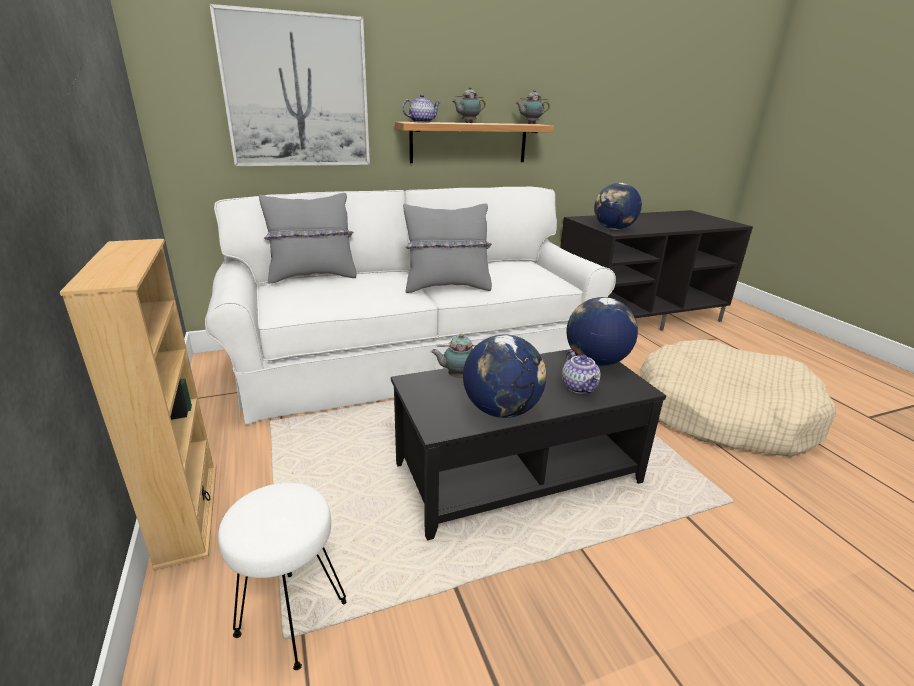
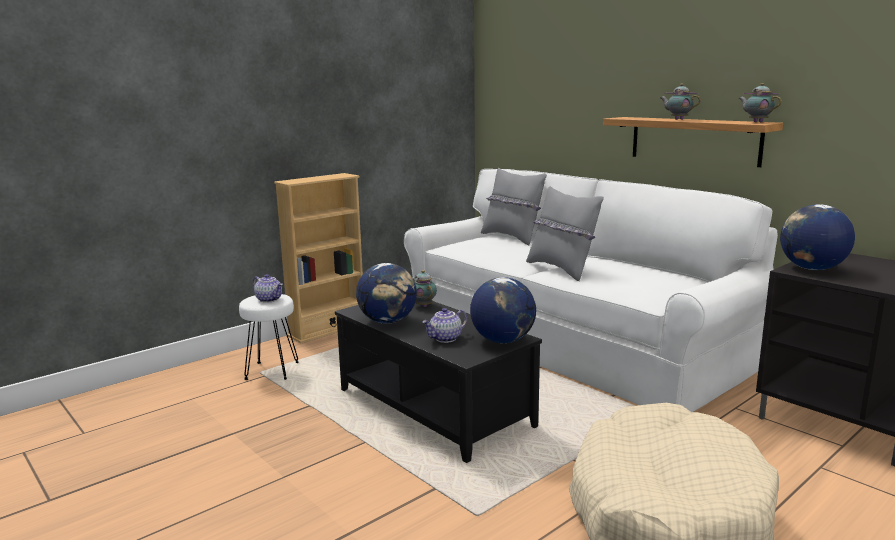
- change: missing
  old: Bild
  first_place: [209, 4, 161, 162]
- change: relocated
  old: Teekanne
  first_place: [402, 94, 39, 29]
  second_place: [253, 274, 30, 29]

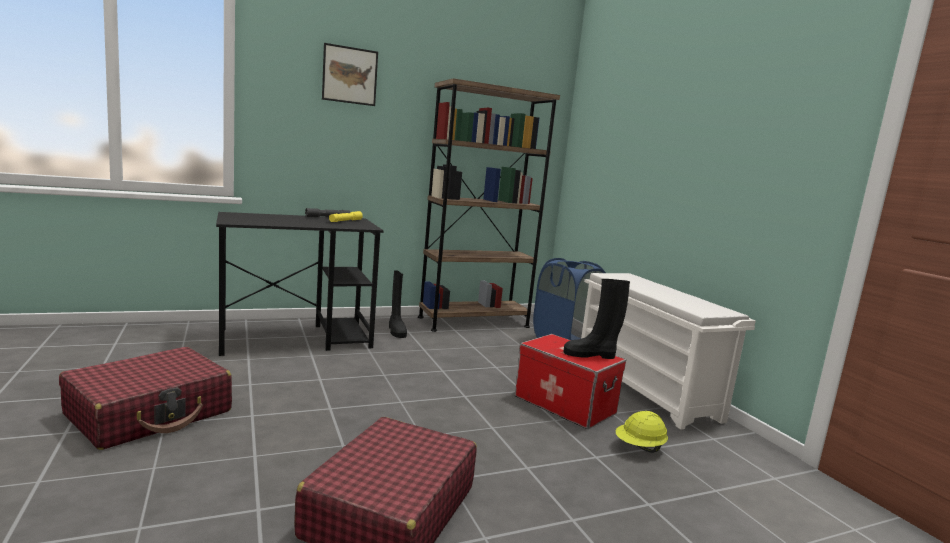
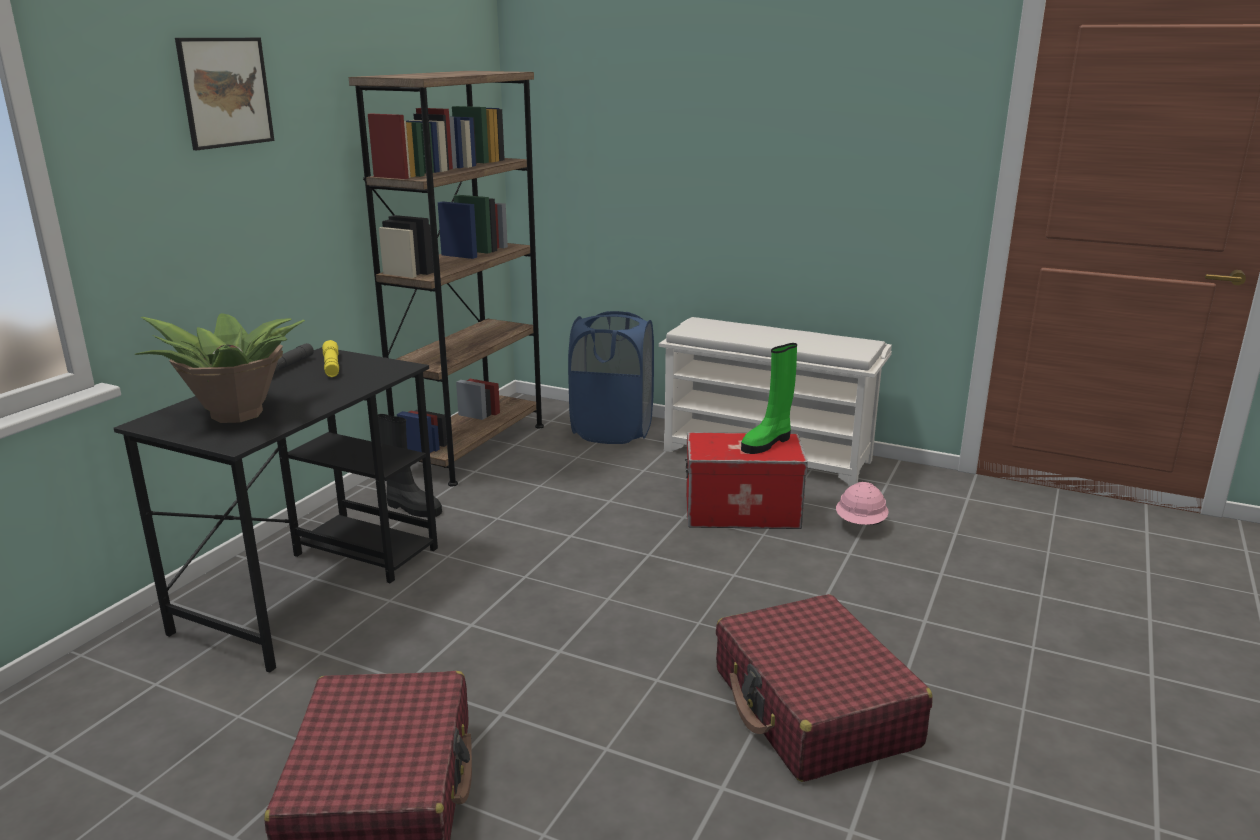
- change: colour
  old: Stiefel (schwarz)
  new: Stiefel (grün)
  first_place: [563, 279, 67, 80]
  second_place: [741, 343, 56, 111]
- change: colour
  old: Schutzhelm (gelb)
  new: Schutzhelm (rosa)
  first_place: [616, 411, 52, 42]
  second_place: [836, 482, 53, 43]
- change: appeared
  new: Topfpflanze
  second_place: [135, 313, 170, 110]

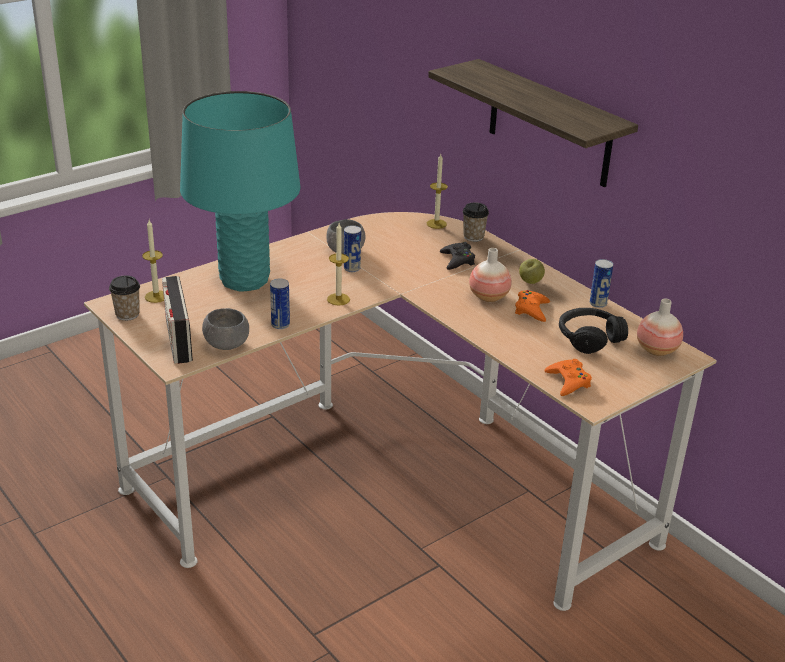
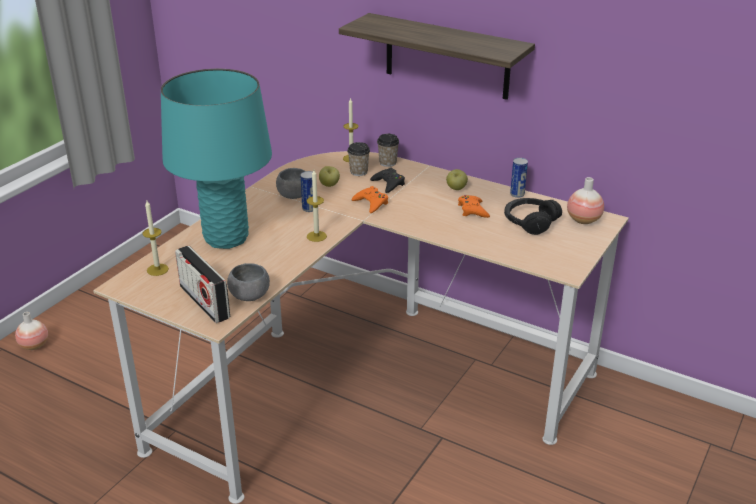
- change: relocated
  old: Vase
  first_place: [469, 248, 43, 54]
  second_place: [15, 312, 33, 38]
- change: relocated
  old: Tasse
  first_place: [109, 276, 31, 45]
  second_place: [347, 142, 23, 34]
- change: missing
  old: Dose
  first_place: [270, 279, 20, 50]
- change: relocated
  old: Gamepad (orange)
  first_place: [544, 359, 48, 37]
  second_place: [352, 186, 36, 27]
- change: appeared
  new: Apfel
  second_place: [319, 166, 21, 21]

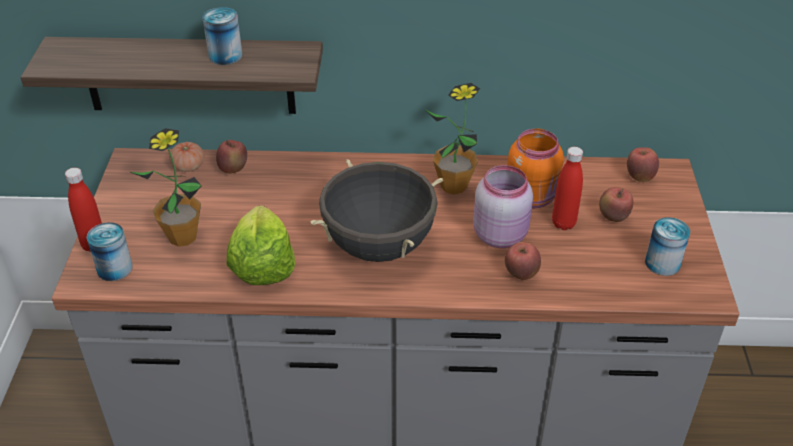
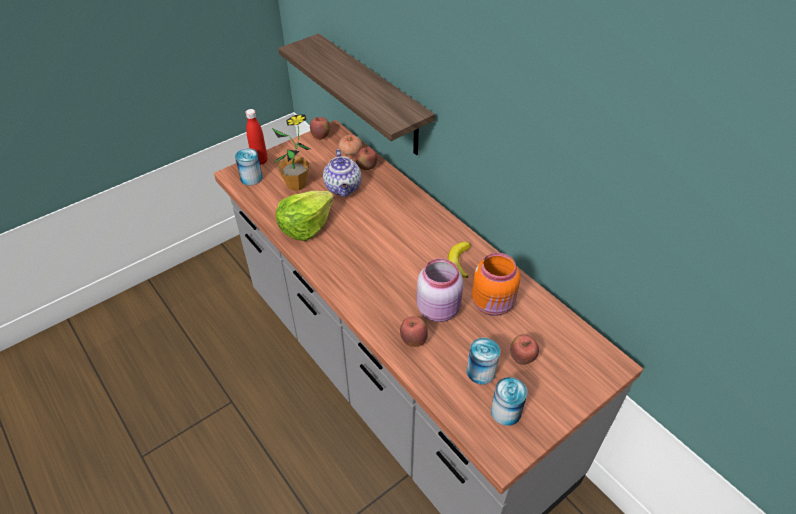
- change: relocated
  old: Dose
  first_place: [202, 7, 40, 58]
  second_place: [467, 338, 33, 47]
- change: exchanged
  old: Topfpflanze
  new: Banane
  first_place: [426, 83, 54, 112]
  second_place: [448, 242, 23, 36]
- change: missing
  old: Flasche (rot)
  first_place: [552, 147, 31, 83]
- change: relocated
  old: Apfel
  first_place: [627, 147, 32, 35]
  second_place: [310, 117, 20, 23]
- change: missing
  old: Kochtopf (schwarz)
  first_place: [310, 159, 133, 103]
- change: appeared
  new: Teekanne
  second_place: [323, 149, 38, 48]

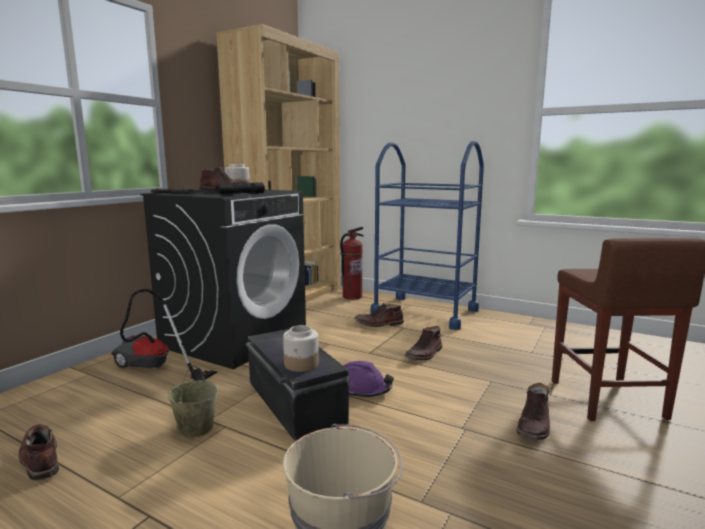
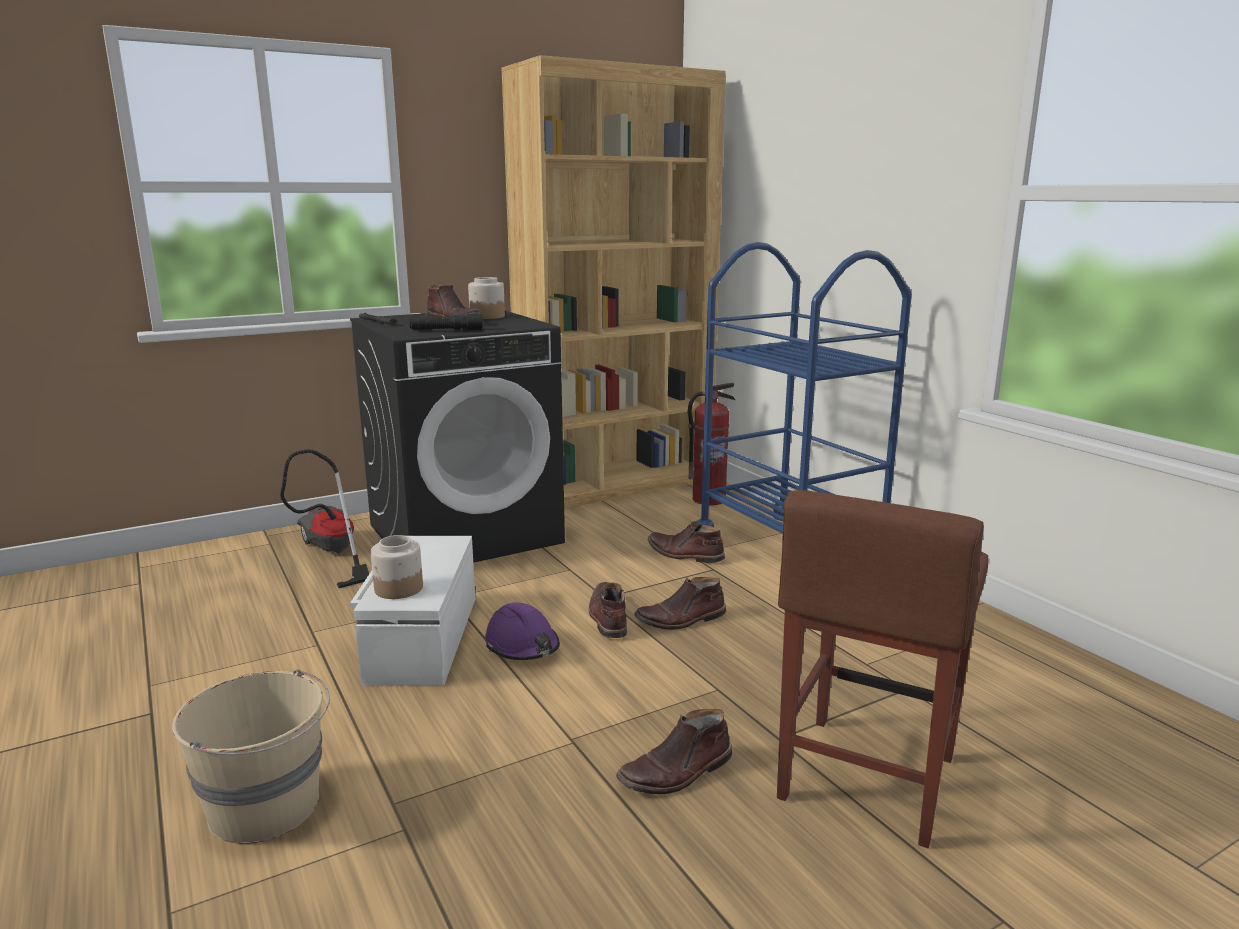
- change: colour
  old: Aufbewahrungsbox (schwarz)
  new: Aufbewahrungsbox (weiß)
  first_place: [246, 329, 103, 112]
  second_place: [350, 536, 125, 150]
- change: missing
  old: Eimer (beige)
  first_place: [168, 365, 50, 73]
- change: relocated
  old: Stiefel (braun)
  first_place: [19, 424, 40, 57]
  second_place: [589, 582, 38, 56]

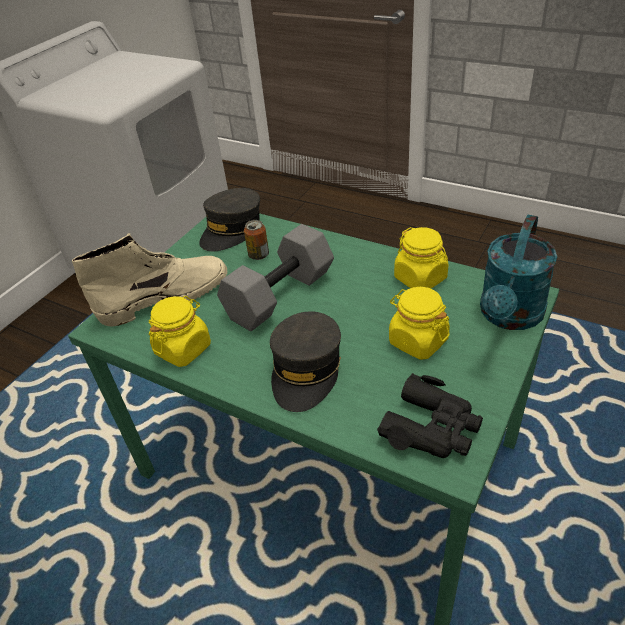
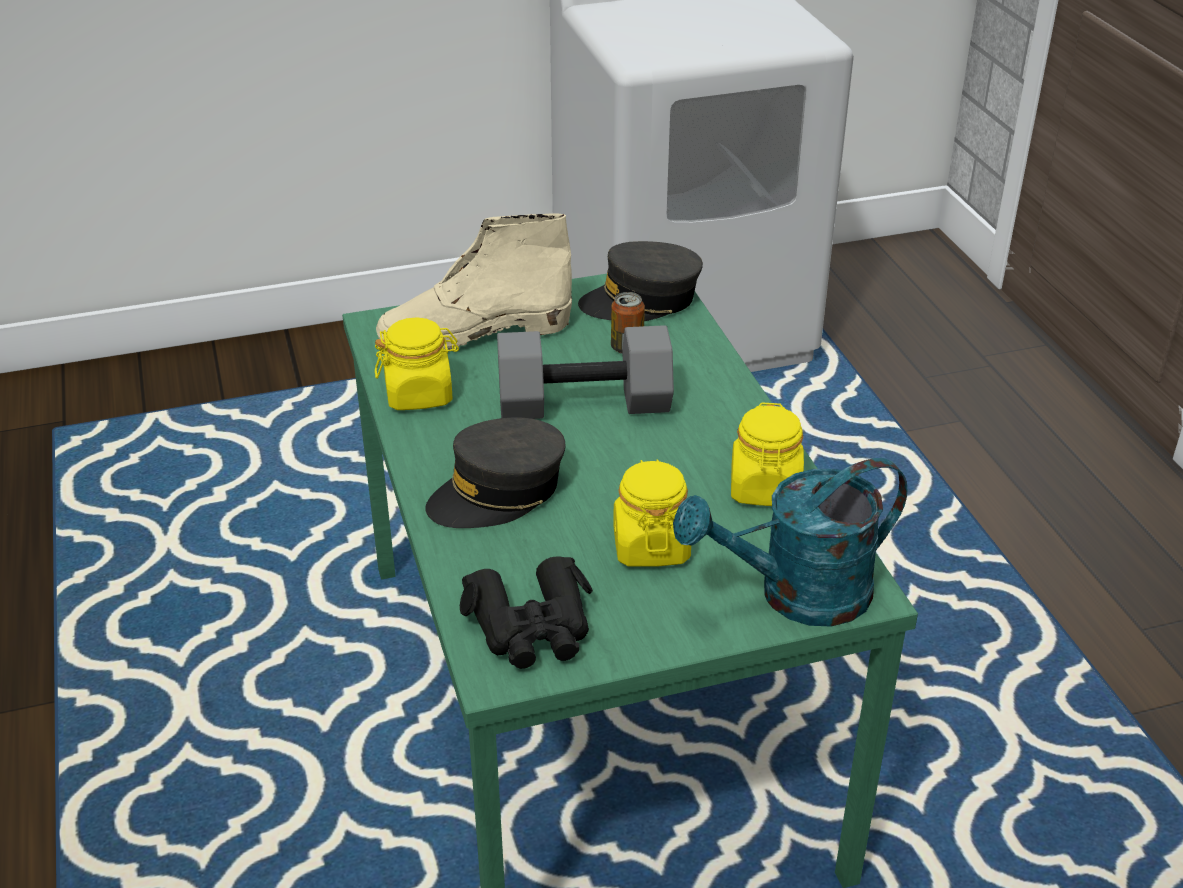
- change: spun
  old: Stiefel (beige)
  first_place: [72, 233, 156, 94]
  second_place: [376, 214, 196, 136]
  degrees: 150

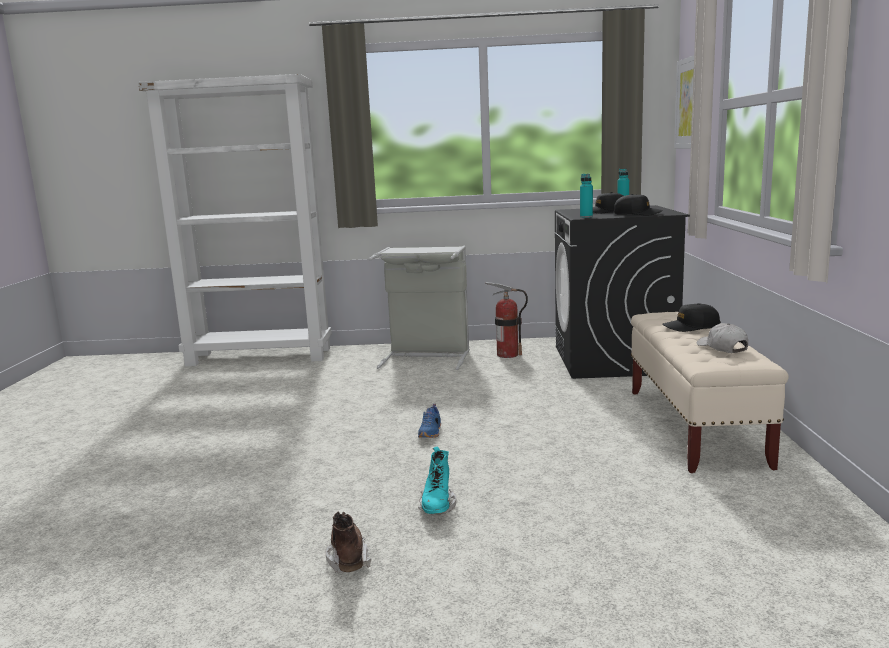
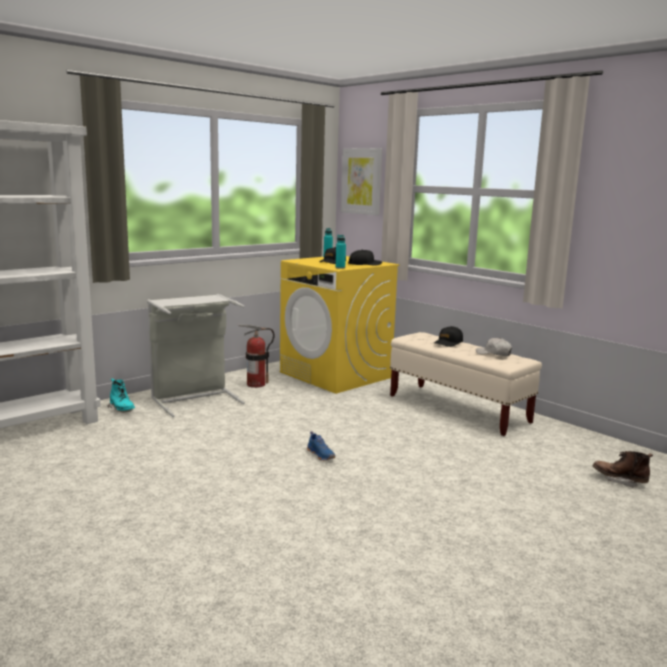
- change: colour
  old: Waschmaschine (schwarz)
  new: Waschmaschine (gelb)
  first_place: [555, 205, 135, 174]
  second_place: [280, 256, 120, 138]
- change: relocated
  old: Stiefel (türkis)
  first_place: [418, 447, 39, 67]
  second_place: [108, 379, 27, 34]
- change: relocated
  old: Stiefel (braun)
  first_place: [325, 511, 46, 62]
  second_place: [593, 451, 60, 37]

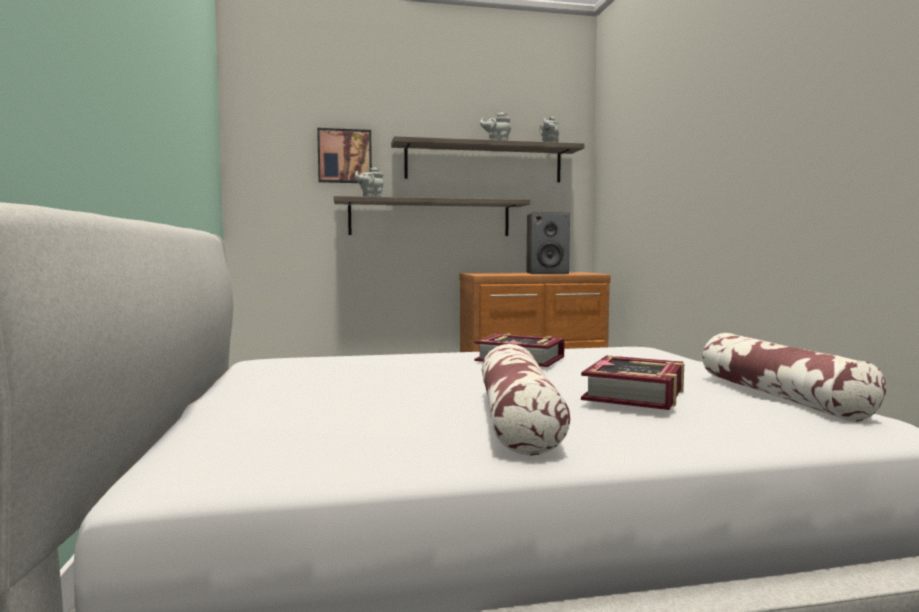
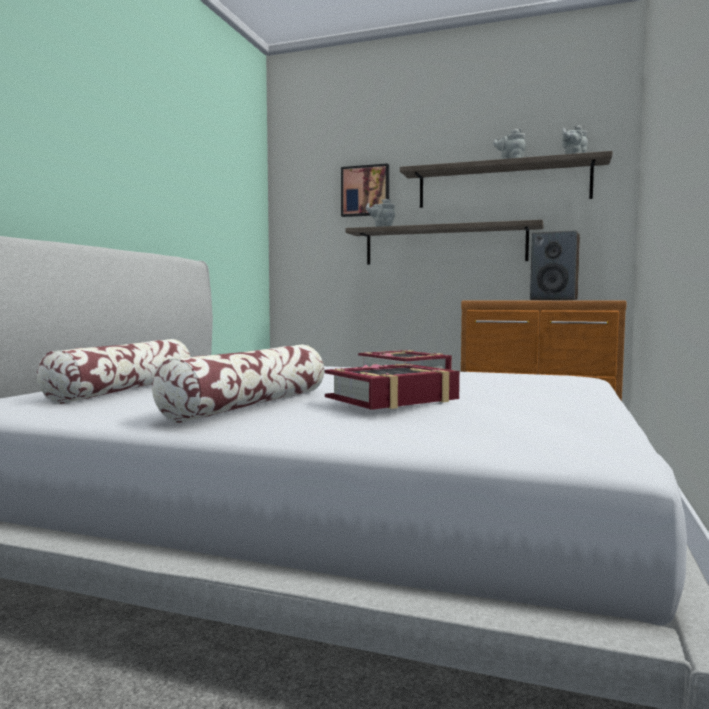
- change: relocated
  old: Kissen
  first_place: [702, 333, 184, 89]
  second_place: [37, 339, 153, 65]

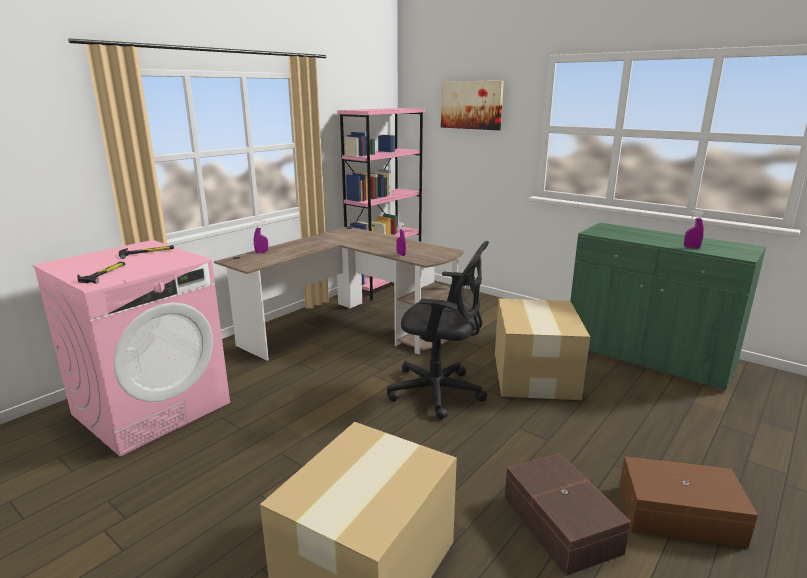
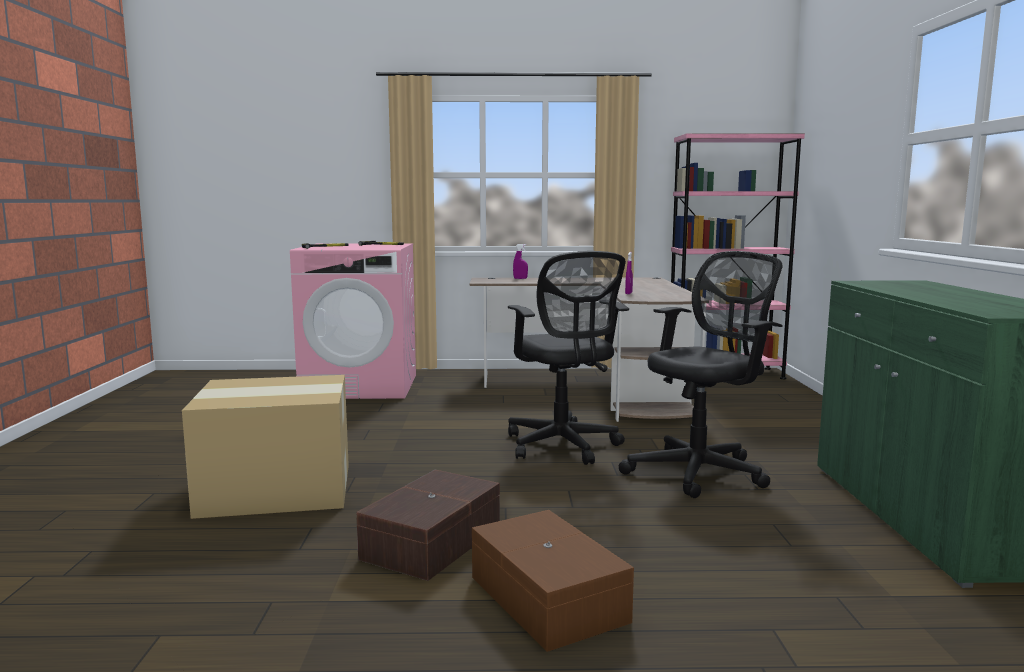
- change: missing
  old: Bild
  first_place: [441, 81, 63, 49]
- change: missing
  old: Sprühflasche (lila)
  first_place: [684, 210, 20, 38]
- change: exchanged
  old: Karton
  new: Bürostuhl (schwarz)
  first_place: [495, 299, 95, 101]
  second_place: [618, 251, 165, 247]

